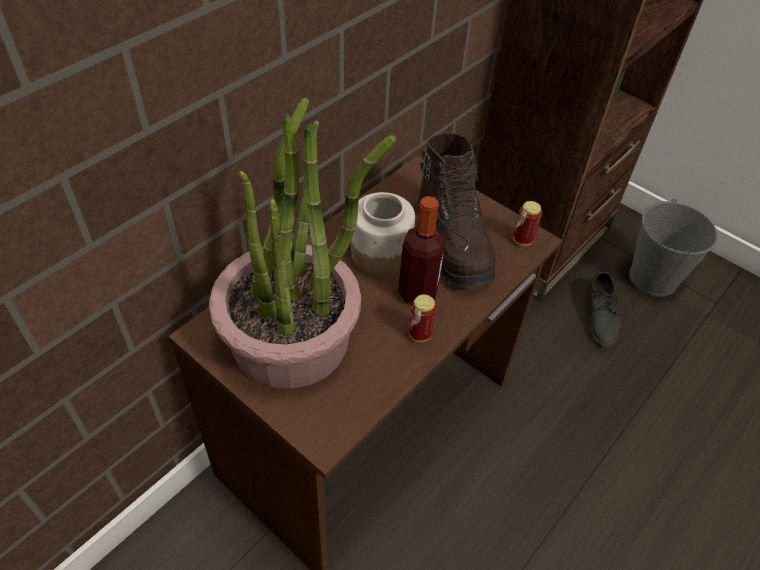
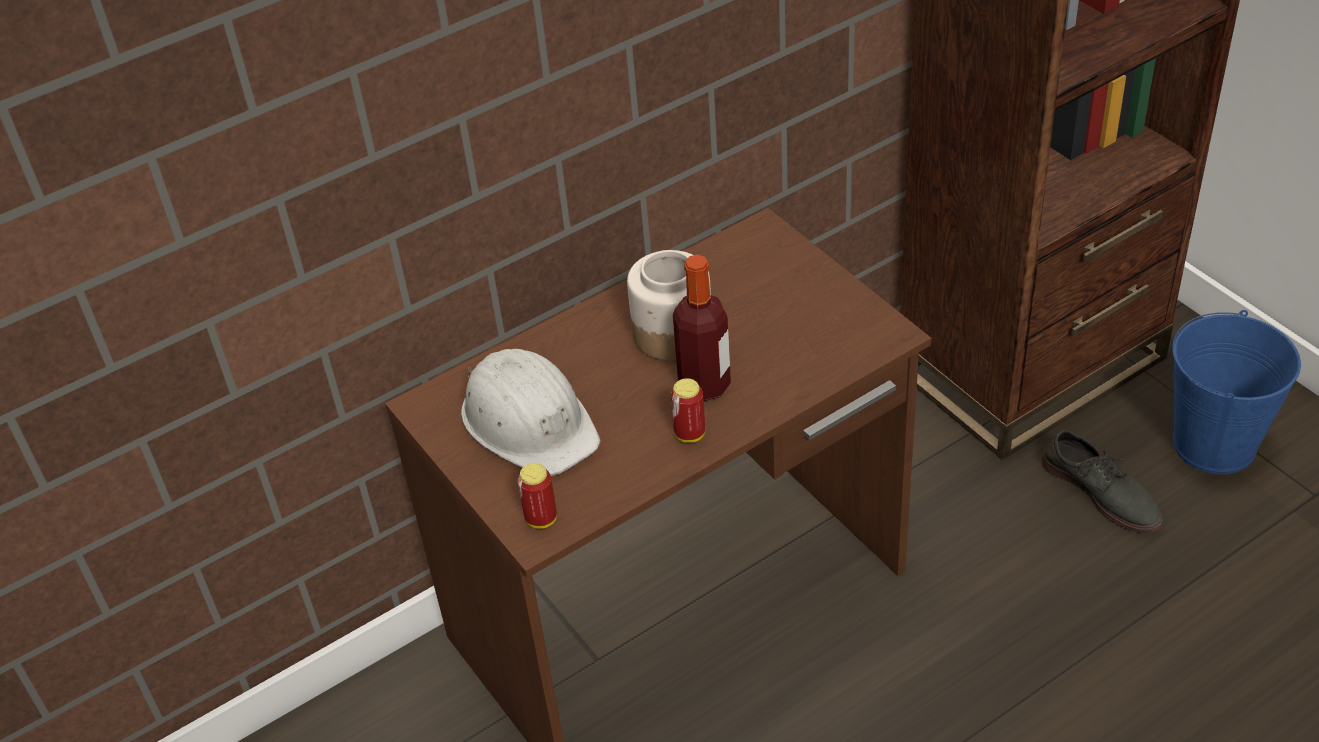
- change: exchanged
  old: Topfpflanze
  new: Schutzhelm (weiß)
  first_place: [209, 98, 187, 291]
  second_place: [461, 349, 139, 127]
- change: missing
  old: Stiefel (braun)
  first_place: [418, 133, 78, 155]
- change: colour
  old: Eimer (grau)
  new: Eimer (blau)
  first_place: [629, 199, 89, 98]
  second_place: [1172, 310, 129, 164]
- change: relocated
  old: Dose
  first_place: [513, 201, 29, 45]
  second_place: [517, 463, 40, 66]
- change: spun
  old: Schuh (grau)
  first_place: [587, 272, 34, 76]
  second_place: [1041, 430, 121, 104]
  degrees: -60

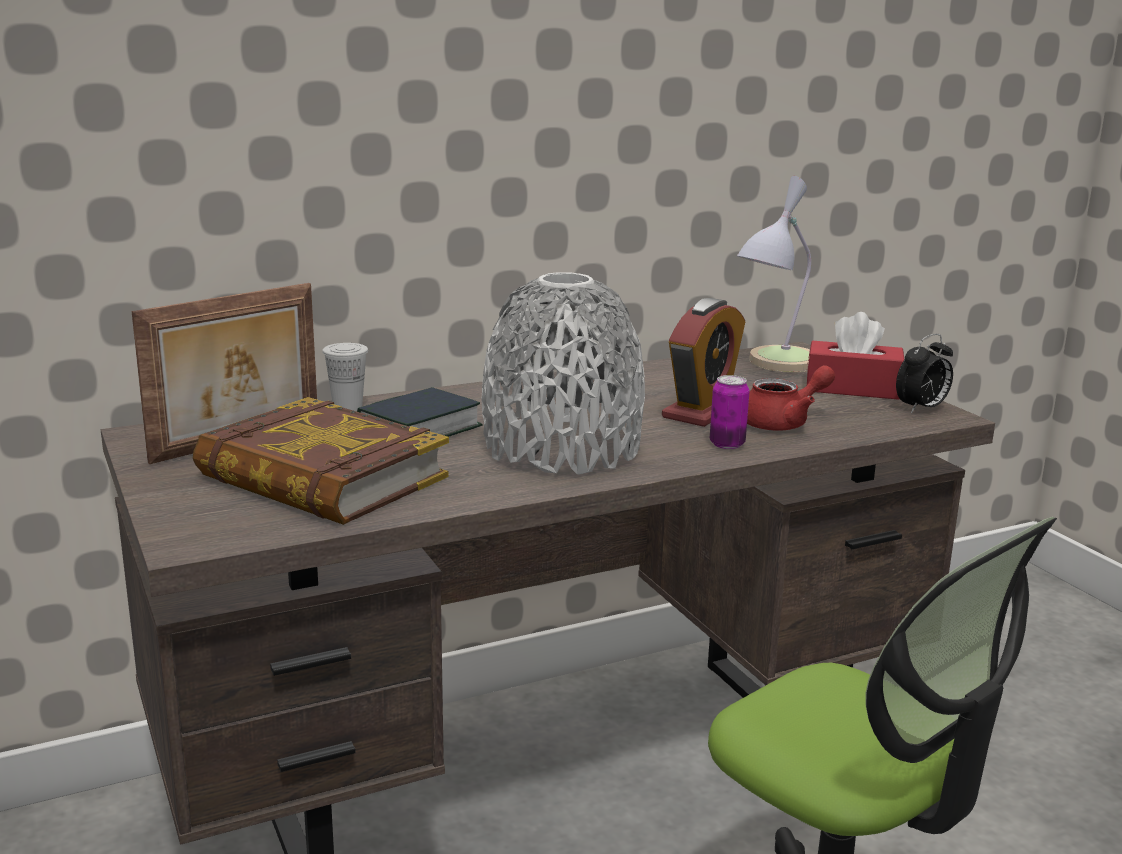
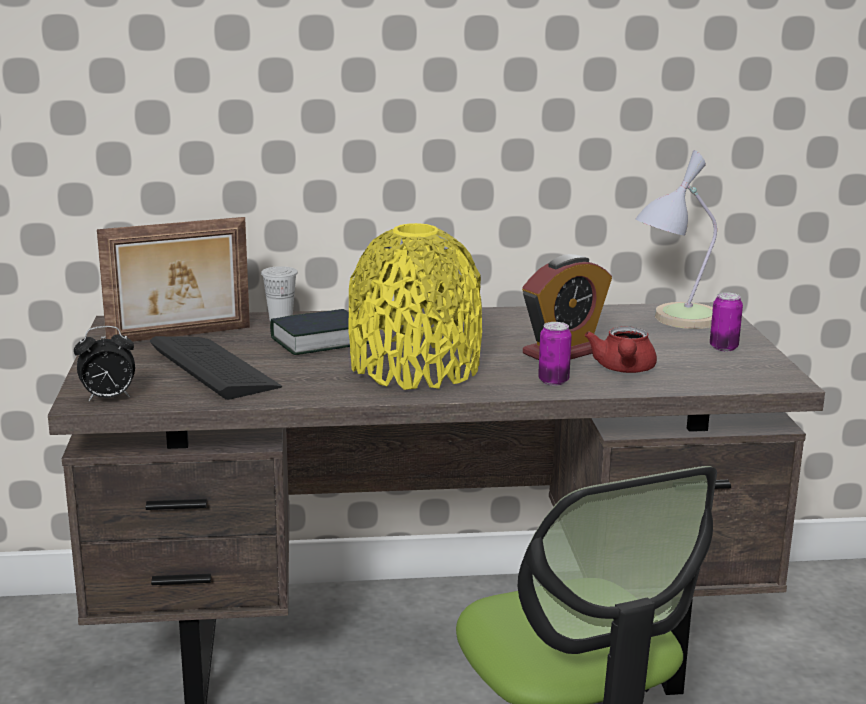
- change: colour
  old: Vase (grau)
  new: Vase (gelb)
  first_place: [482, 272, 163, 203]
  second_place: [348, 223, 134, 167]
- change: exchanged
  old: Taschentuchbox (rot)
  new: Dose
  first_place: [807, 312, 97, 88]
  second_place: [710, 292, 33, 59]
- change: relocated
  old: Wecker
  first_place: [896, 334, 57, 79]
  second_place: [74, 326, 61, 75]
- change: spun
  old: Teekanne (rot)
  first_place: [747, 365, 88, 66]
  second_place: [585, 326, 72, 47]
  degrees: 105
- change: exchanged
  old: Buch
  new: Tastatur
  first_place: [193, 397, 256, 128]
  second_place: [150, 336, 132, 64]

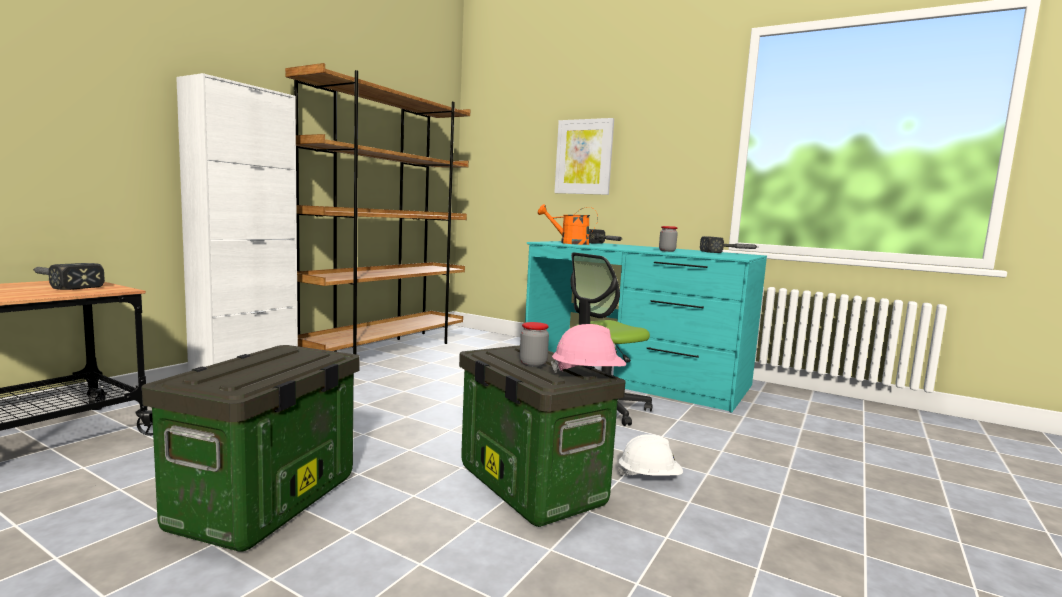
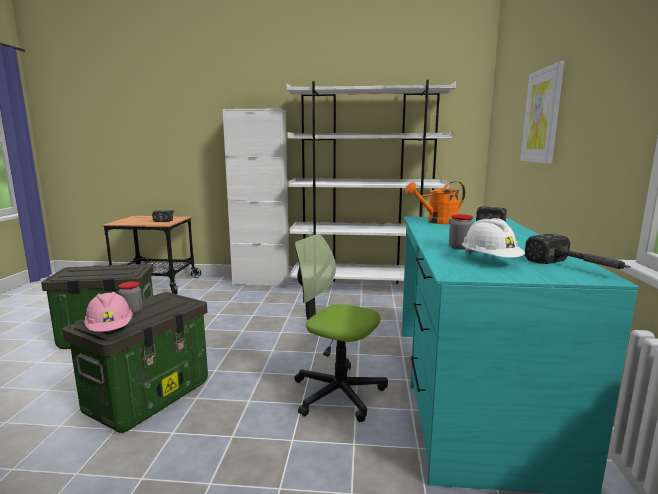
- change: colour
  old: Bücherregal (braun)
  new: Bücherregal (weiß)
  first_place: [285, 63, 185, 291]
  second_place: [286, 80, 170, 204]
- change: spun
  old: Gießkanne (orange)
  first_place: [538, 204, 60, 41]
  second_place: [405, 181, 60, 43]
  degrees: -90
- change: relocated
  old: Schutzhelm (weiß)
  first_place: [618, 434, 65, 42]
  second_place: [462, 218, 63, 40]

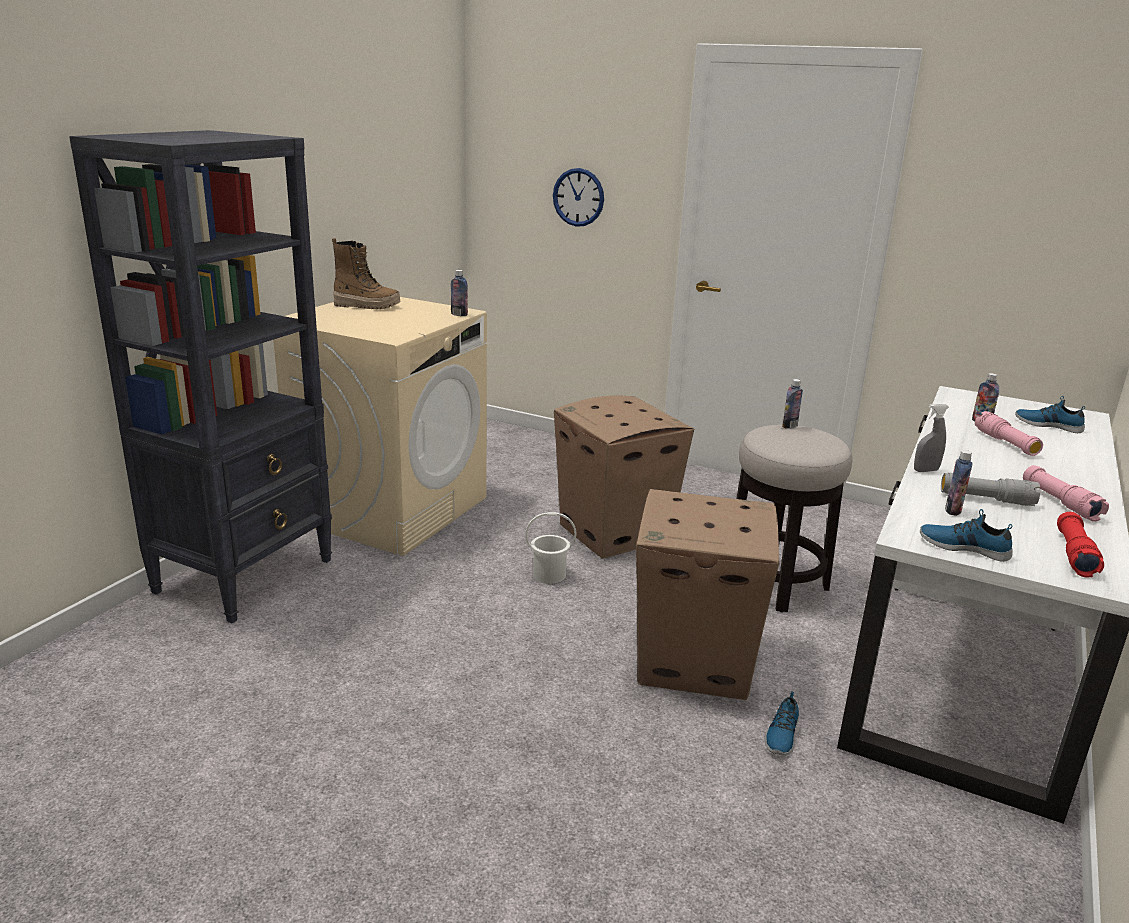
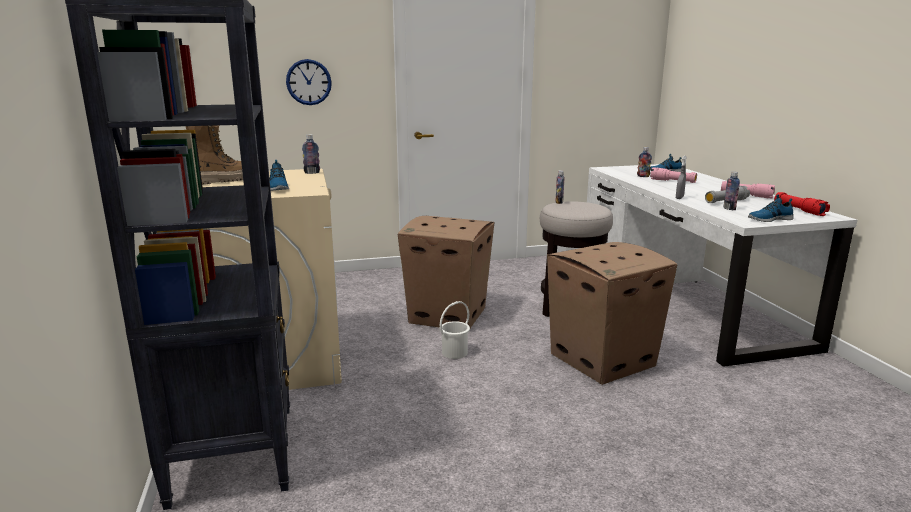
- change: relocated
  old: Schuh
  first_place: [765, 691, 34, 65]
  second_place: [269, 160, 20, 31]

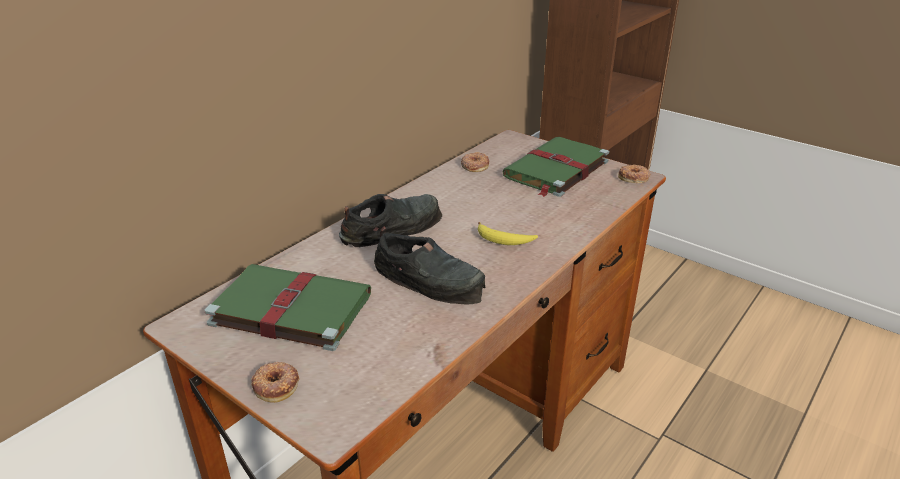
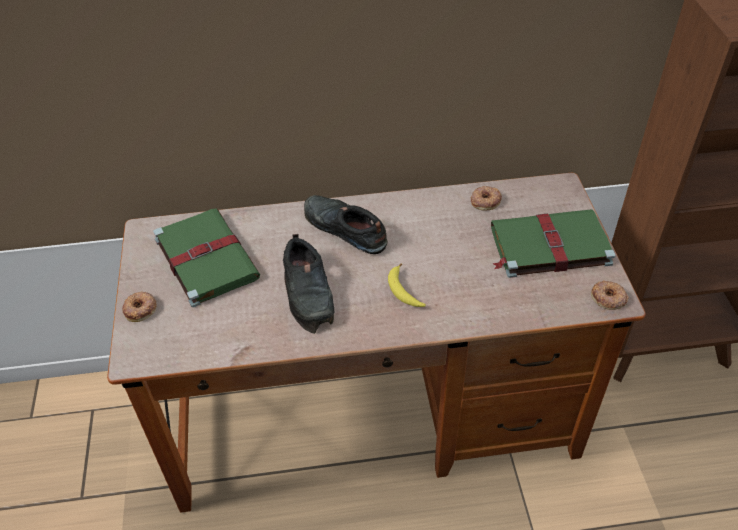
- change: spun
  old: Schuh (schwarz)
  first_place: [339, 194, 103, 53]
  second_place: [304, 195, 83, 59]
  degrees: -150

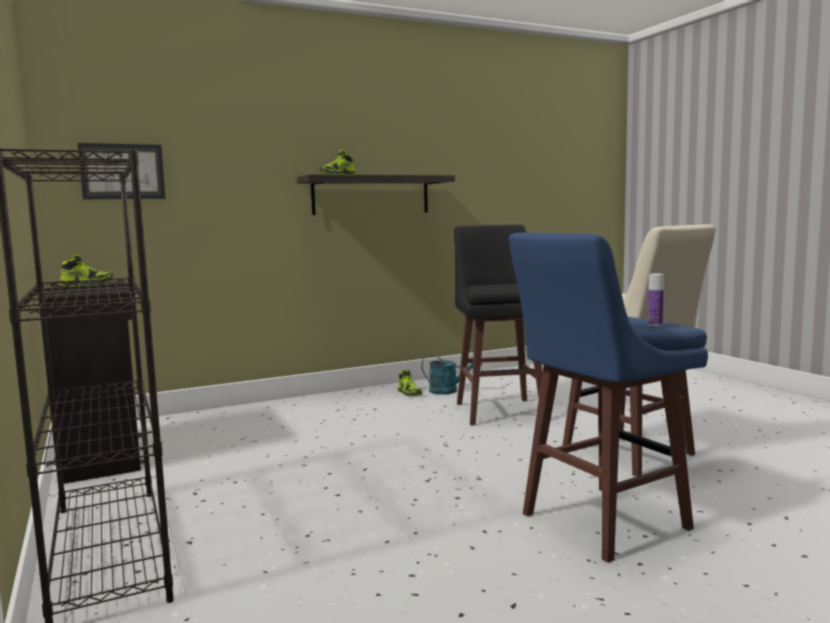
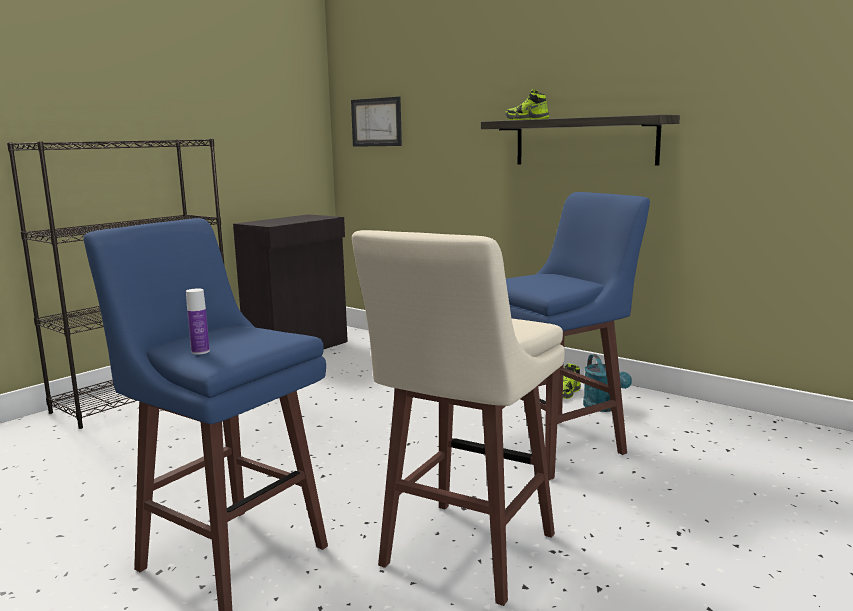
- change: colour
  old: Hocker (schwarz)
  new: Hocker (blau)
  first_place: [454, 225, 89, 201]
  second_place: [484, 192, 166, 288]
- change: missing
  old: Schuh
  first_place: [59, 254, 54, 32]

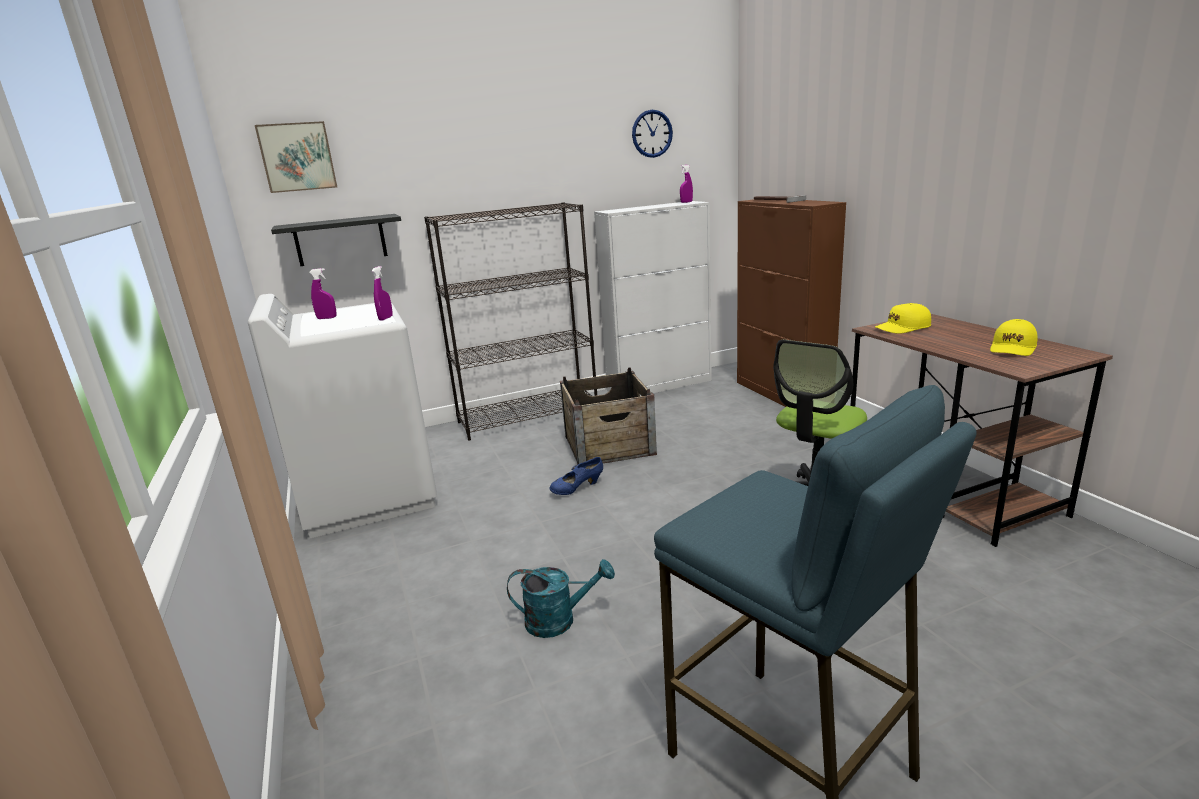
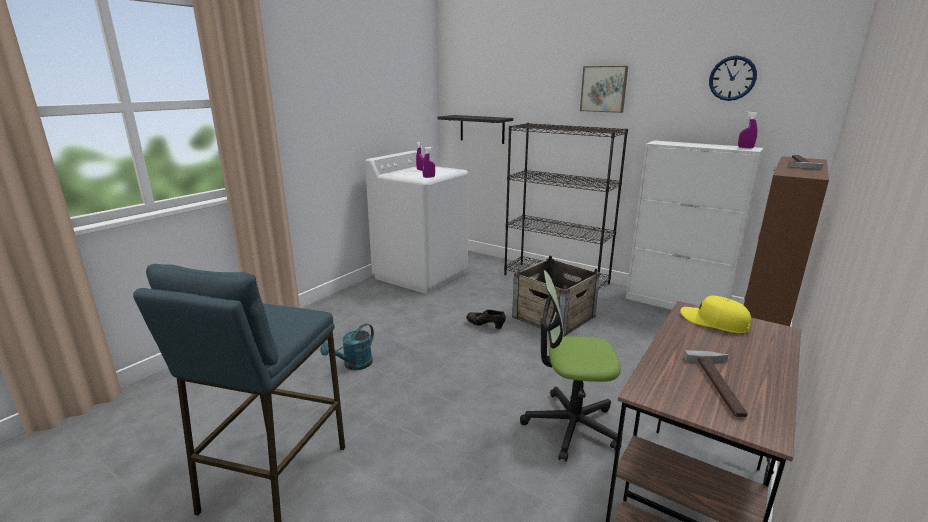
- change: relocated
  old: Bild
  first_place: [255, 121, 82, 72]
  second_place: [580, 66, 48, 47]
- change: exchanged
  old: Kappe (gelb)
  new: Hammer
  first_place: [990, 319, 48, 37]
  second_place: [683, 350, 65, 67]
- change: colour
  old: Schuh (blau)
  new: Schuh (schwarz)
  first_place: [550, 457, 53, 38]
  second_place: [466, 310, 40, 19]
- change: spun
  old: Gießkanne (türkis)
  first_place: [507, 559, 108, 79]
  second_place: [320, 324, 54, 46]
  degrees: 75

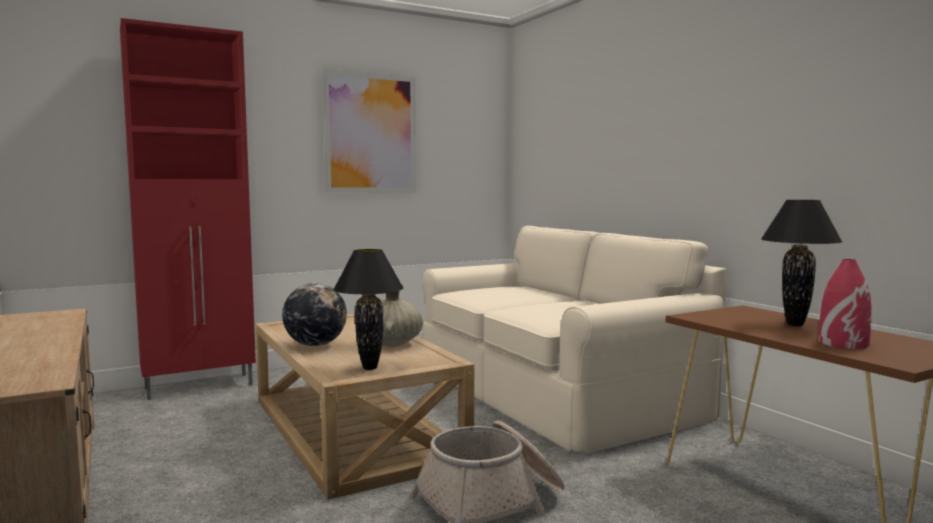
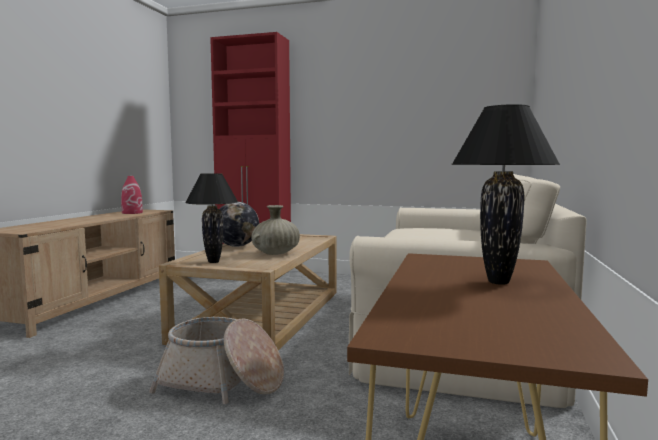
- change: missing
  old: Bild
  first_place: [322, 69, 94, 124]
- change: relocated
  old: Vase (rot)
  first_place: [819, 259, 53, 90]
  second_place: [121, 176, 22, 38]

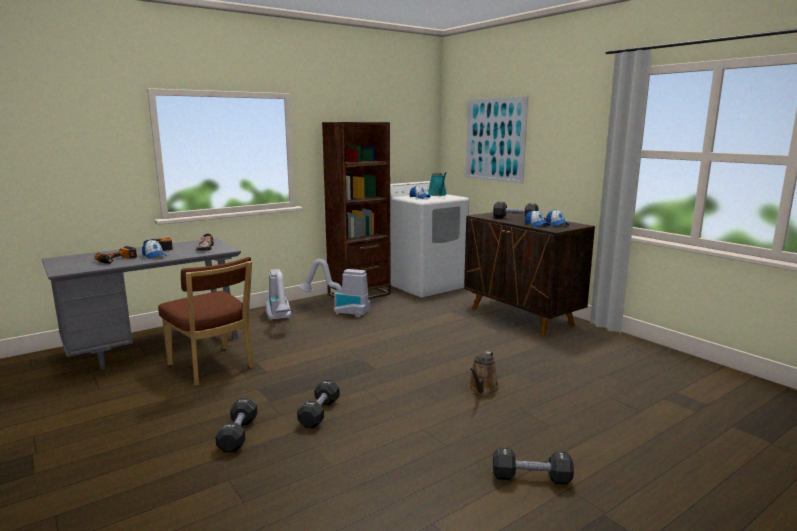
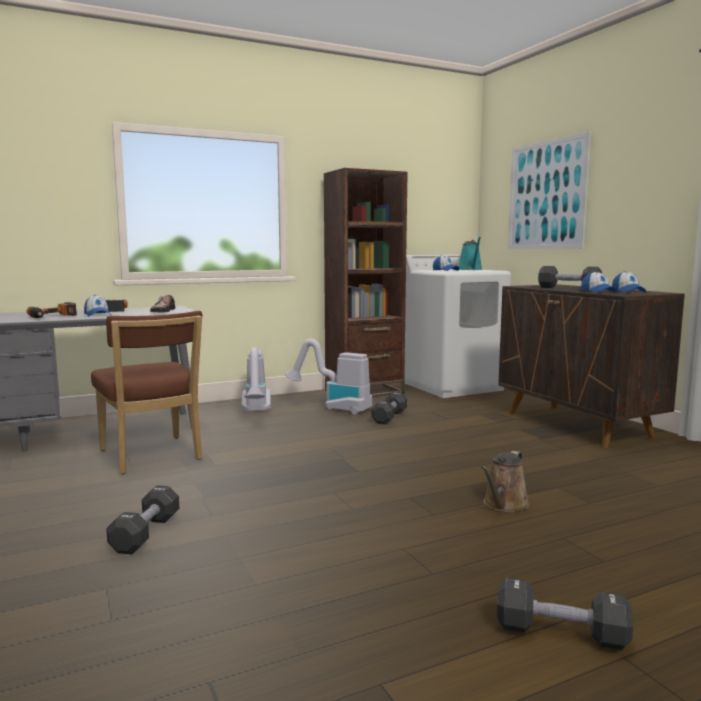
- change: relocated
  old: Hantel (schwarz)
  first_place: [297, 380, 43, 48]
  second_place: [371, 392, 36, 32]

